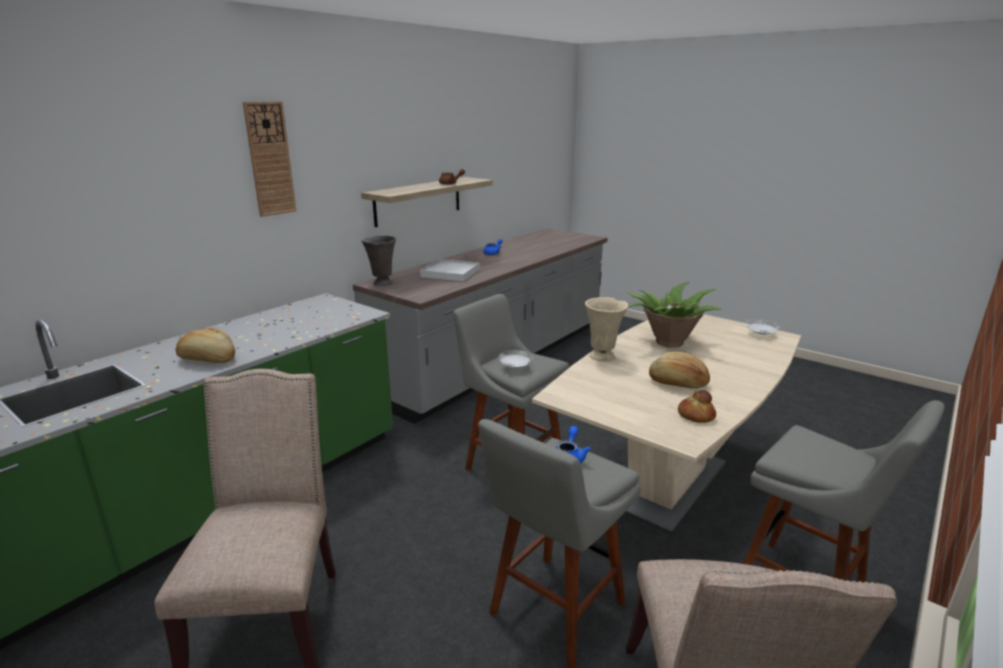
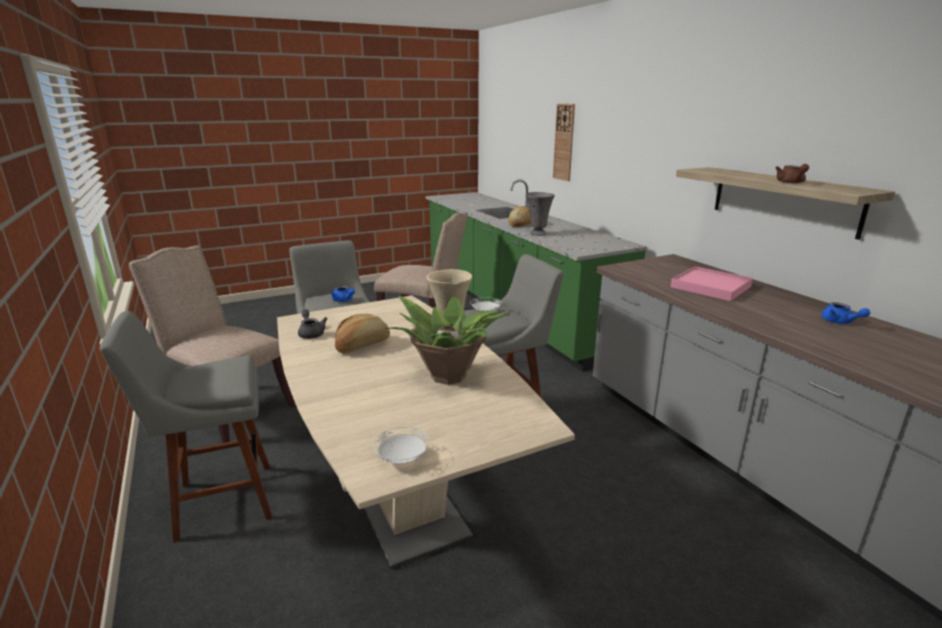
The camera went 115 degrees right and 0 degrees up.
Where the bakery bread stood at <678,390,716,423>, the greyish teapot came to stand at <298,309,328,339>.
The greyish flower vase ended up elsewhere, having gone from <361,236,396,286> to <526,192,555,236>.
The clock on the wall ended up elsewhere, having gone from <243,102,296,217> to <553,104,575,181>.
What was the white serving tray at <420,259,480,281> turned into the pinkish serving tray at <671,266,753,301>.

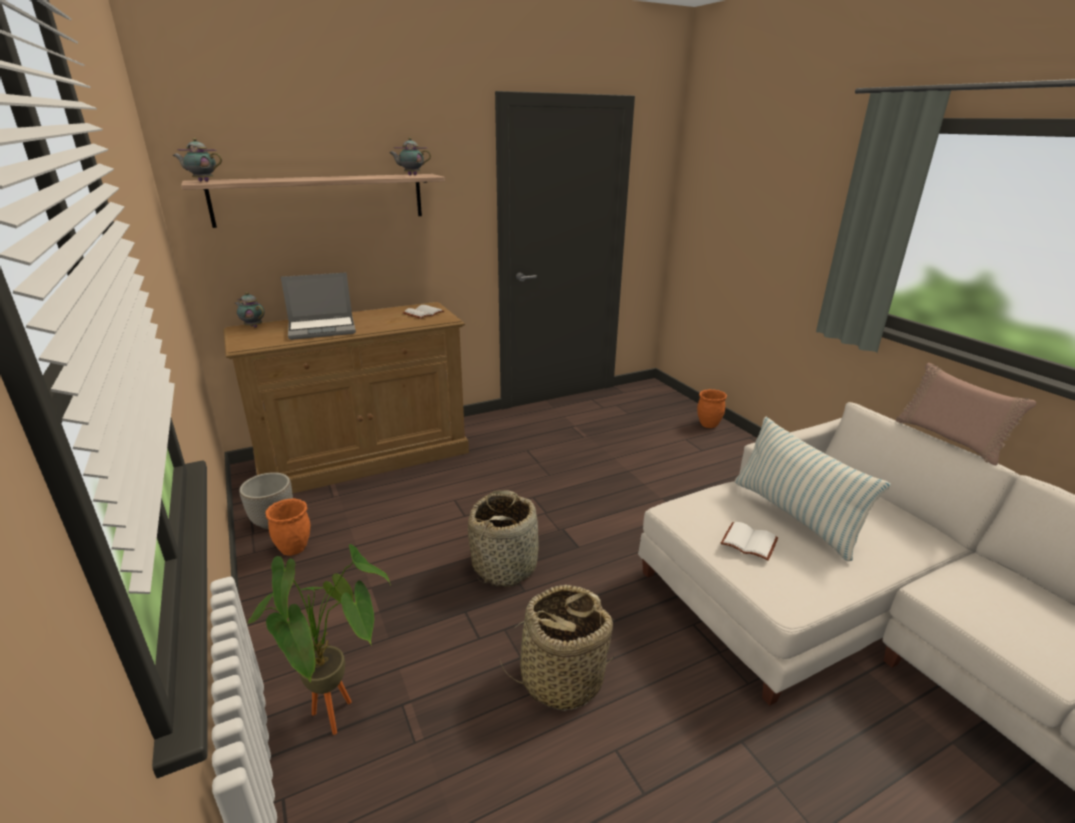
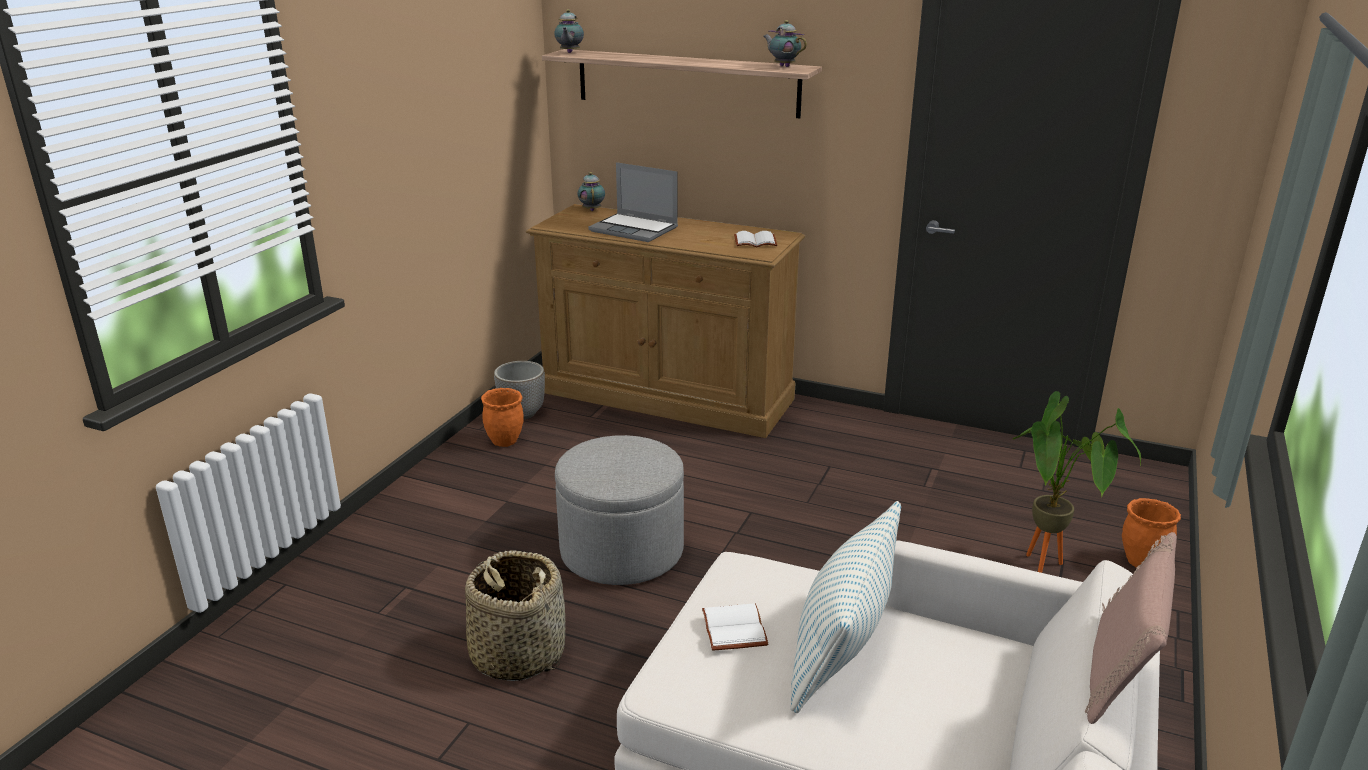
The camera went 50 degrees right and 0 degrees up.
The teapot at <173,138,222,182> ended up facing another way, 135 degrees counterclockwise from before.
Where the household basket stood at <468,490,539,587>, the greyish ottoman came to stand at <555,435,684,585>.
The houseplant ended up elsewhere, having gone from <248,544,391,735> to <1013,391,1141,573>.

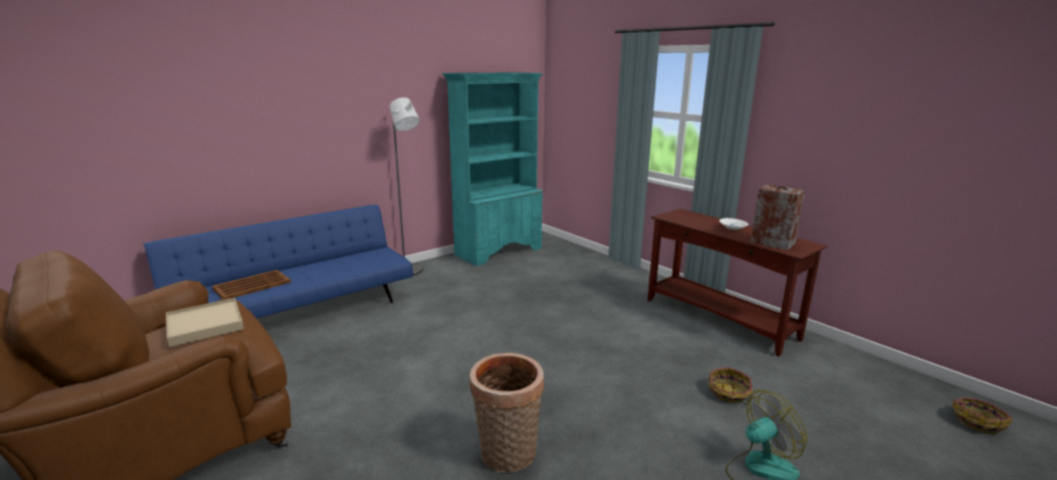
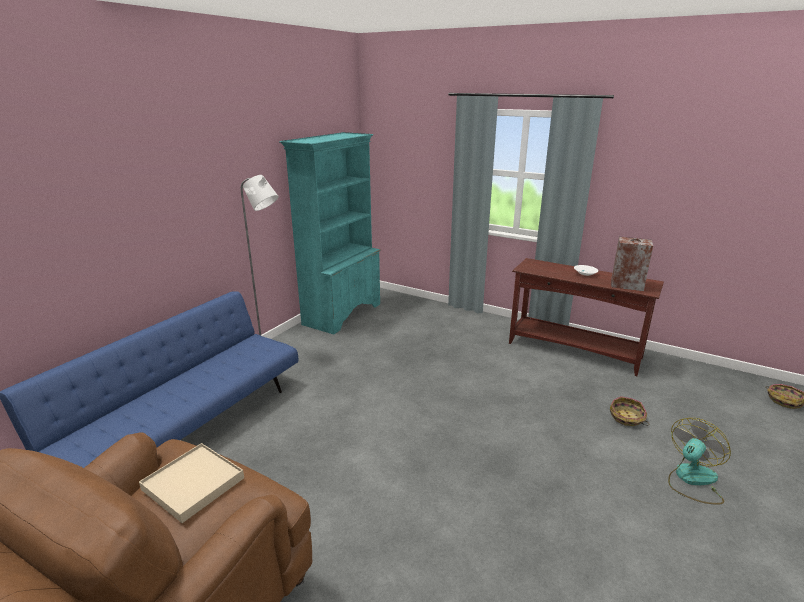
The camera went 20 degrees left and 5 degrees up.
The second view lost the brown-coloured serving tray at <212,270,291,299>.
The second view lost the household basket at <470,353,544,472>.

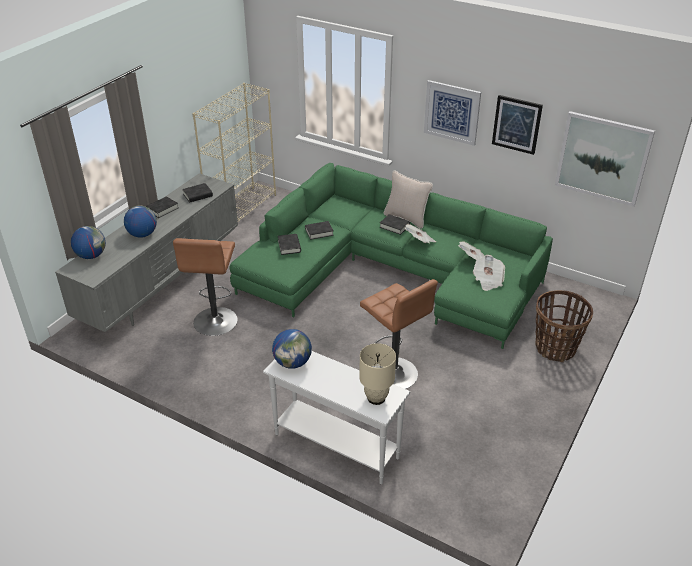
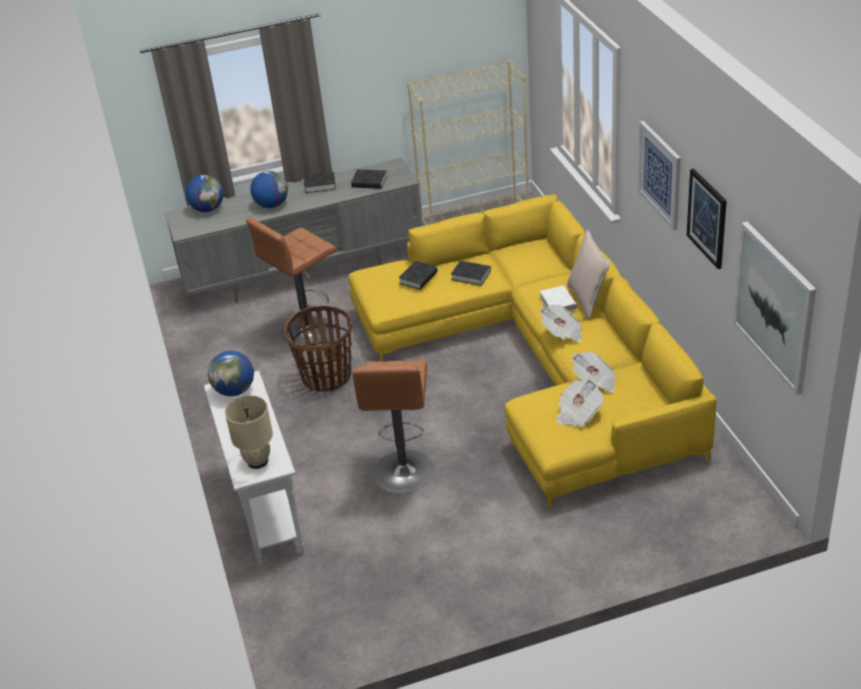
The camera went 45 degrees right and 0 degrees up.
The household basket ended up elsewhere, having gone from <535,290,593,362> to <284,305,353,392>.
What was the green-coloured couch at <229,163,553,349> turned into the yellowish couch at <348,195,717,509>.
What was the blackish book at <379,214,410,235> turned into the white book at <540,285,577,312>.

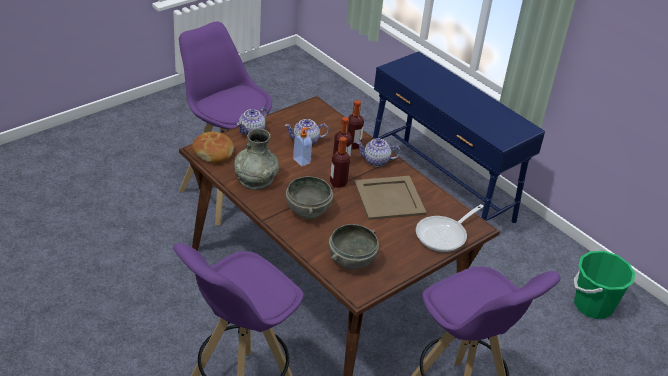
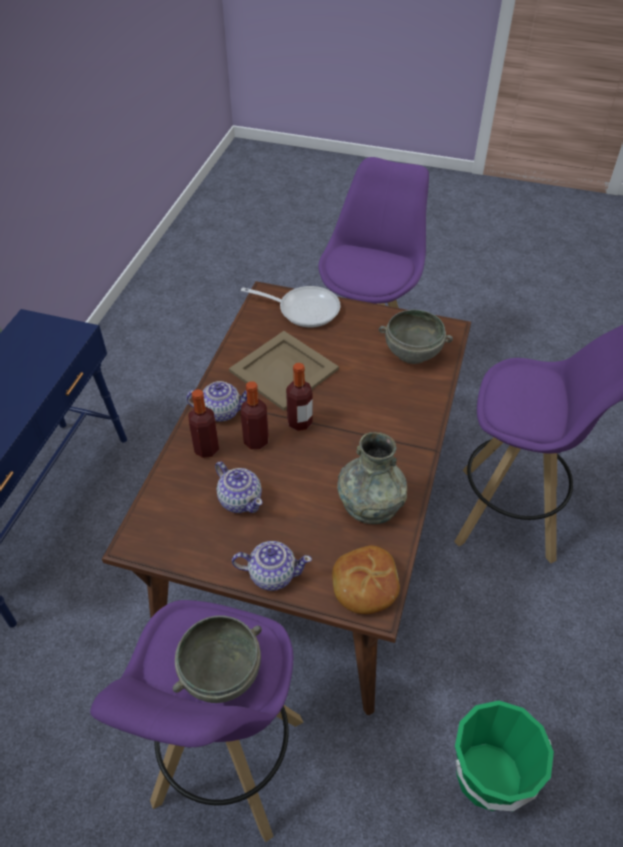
The camera went 120 degrees left and 10 degrees up.
The greyish serving bowl ended up elsewhere, having gone from <286,176,333,219> to <172,615,262,703>.
The teapot at <356,138,401,167> ended up facing another way, 60 degrees counterclockwise from before.
The green-coloured pail ended up elsewhere, having gone from <574,251,635,319> to <455,700,554,811>.
The second view lost the liquid soap bottle at <293,127,312,166>.

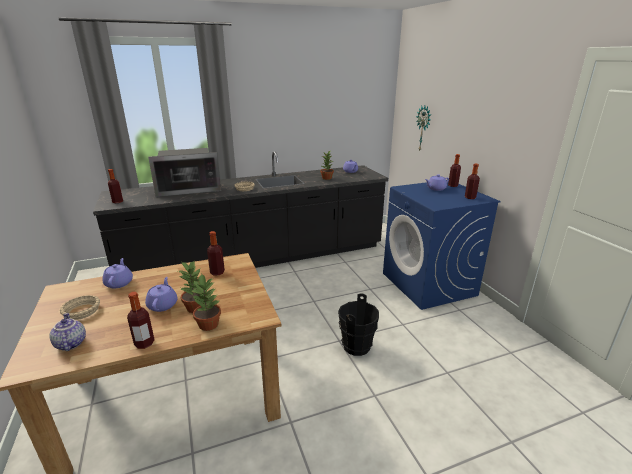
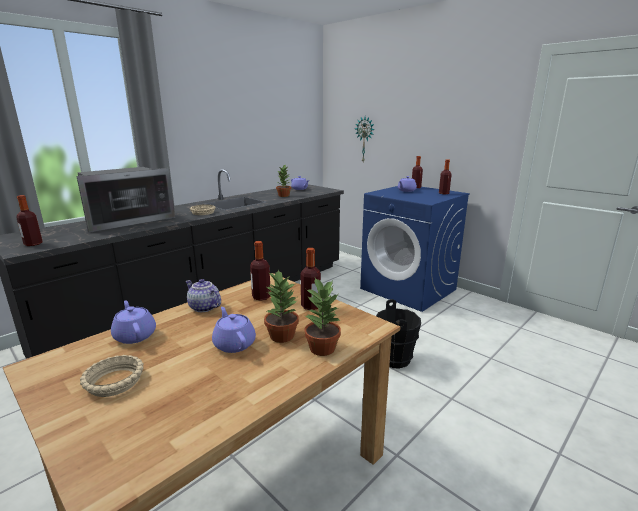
The camera went 25 degrees left and 5 degrees down.
The teapot ended up elsewhere, having gone from <49,313,86,351> to <185,279,221,312>.
The beverage bottle ended up elsewhere, having gone from <127,292,155,349> to <301,248,321,310>.

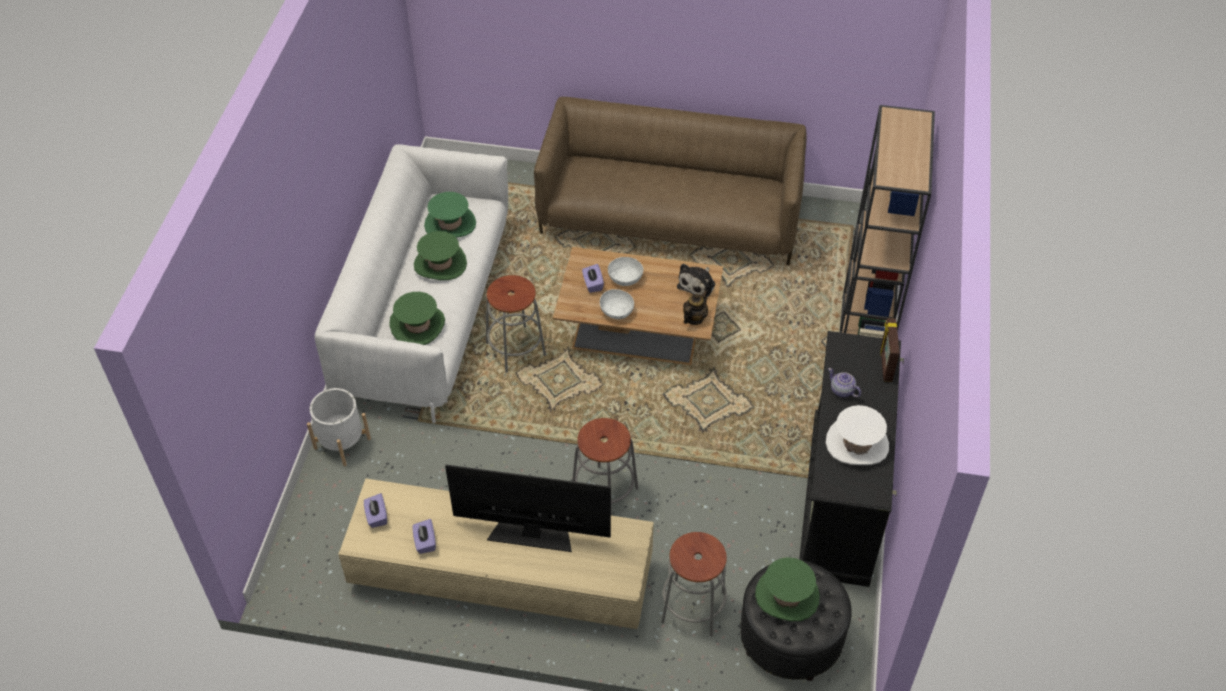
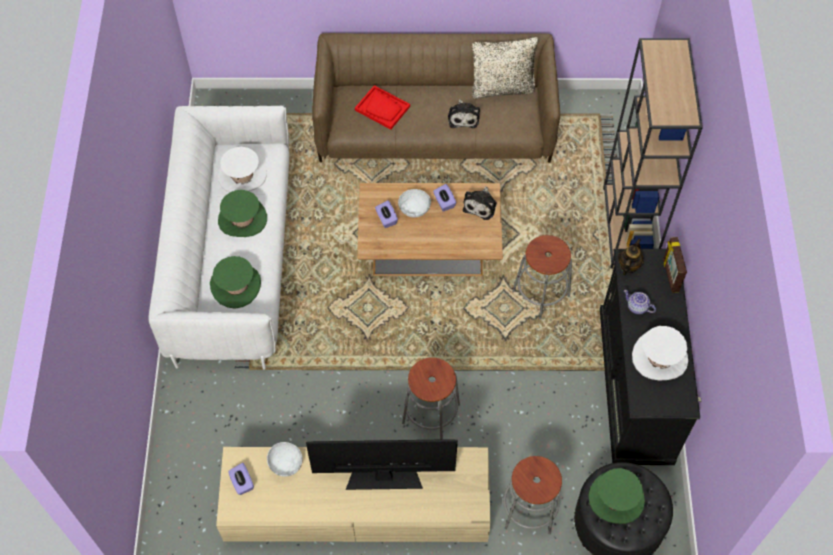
The camera went 10 degrees left and 10 degrees up.
What was the green-coloured clothing hat at <424,192,476,238> turned into the white clothing hat at <218,147,267,192>.
The white serving bowl ended up elsewhere, having gone from <600,289,634,319> to <267,442,302,477>.
The second view gained the reddish serving tray at <355,85,410,130>.
The purplish tissue holder ended up elsewhere, having gone from <413,519,436,554> to <433,184,456,212>.
The second view gained the cuddly toy at <448,99,480,128>.
The second view gained the sand-coloured cushion at <472,37,538,99>.
The greyish stool seat ended up elsewhere, having gone from <486,275,546,373> to <512,235,572,319>.
The teapot ended up elsewhere, having gone from <683,290,708,325> to <618,239,644,275>.
The second view lost the white flower pot at <307,388,371,466>.

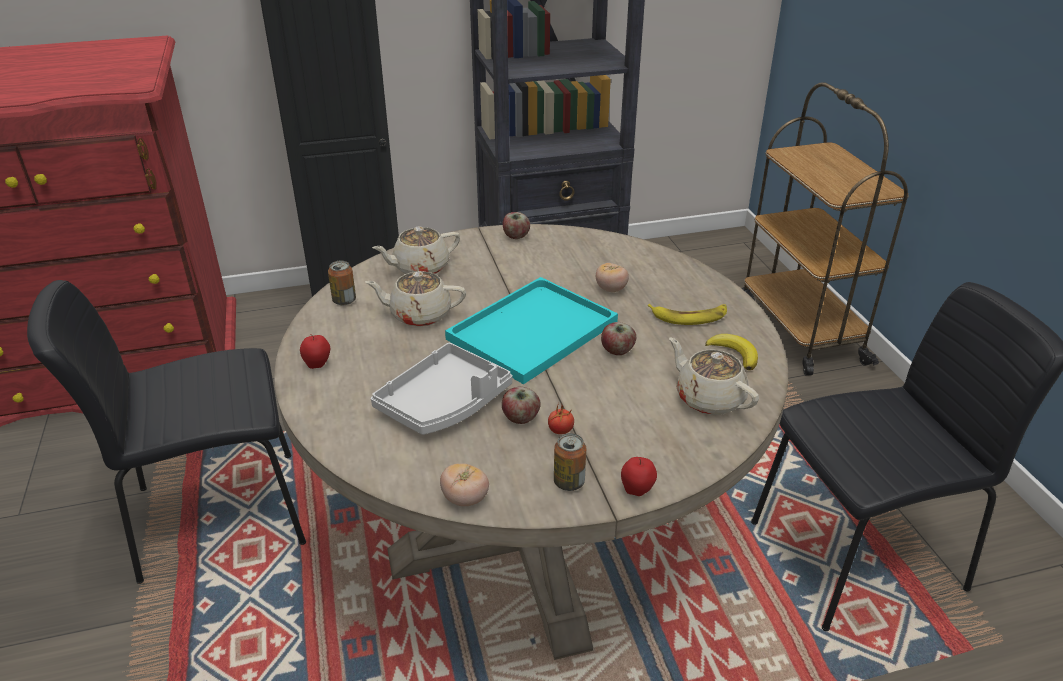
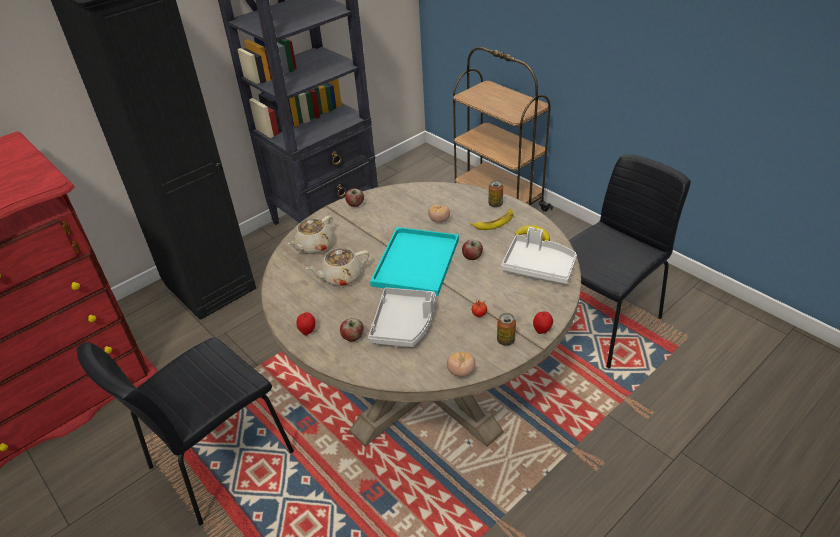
The camera went 25 degrees left and 5 degrees up.
The apple fruit ended up elsewhere, having gone from <502,386,541,424> to <340,318,364,342>.
The metal can ended up elsewhere, having gone from <328,261,356,305> to <489,180,503,208>.
Where the sand-coloured teapot stood at <669,337,759,415>, the white serving tray came to stand at <501,227,577,284>.

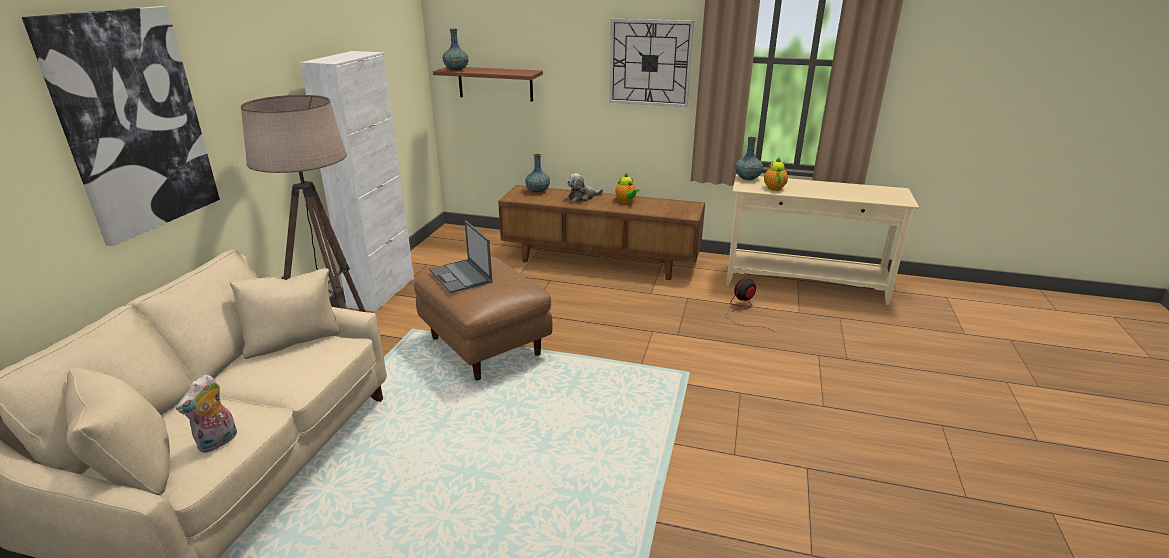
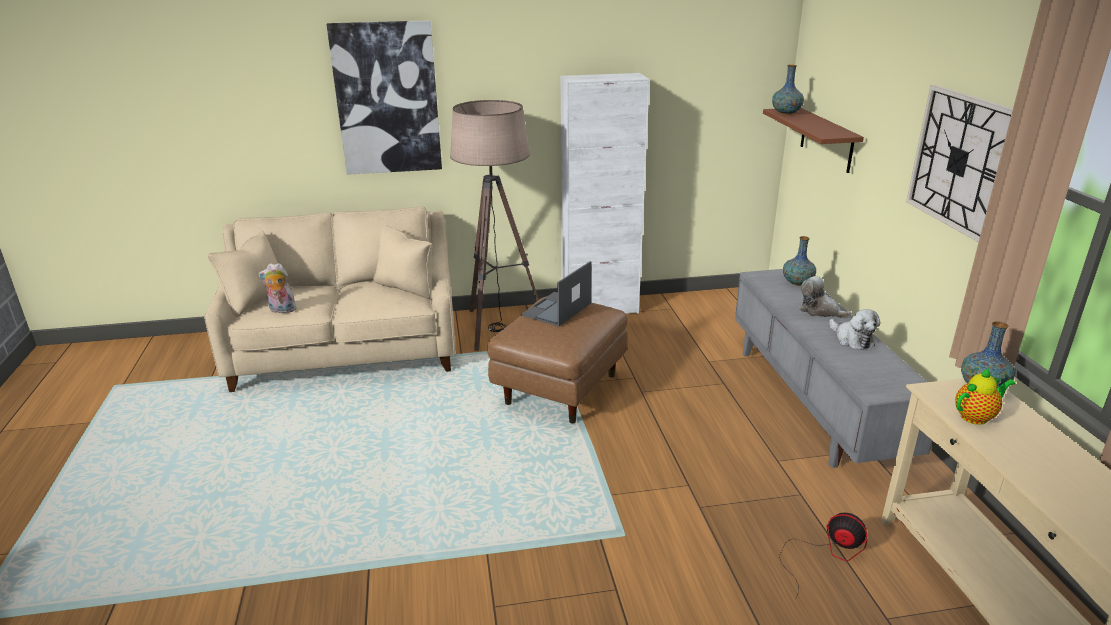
The camera went 65 degrees right and 0 degrees up.
What was the brown-coloured tv unit at <498,185,705,280> turned into the greyish tv unit at <735,269,933,468>.
Where the teapot stood at <615,173,639,203>, the cuddly toy came to stand at <829,309,880,350>.

